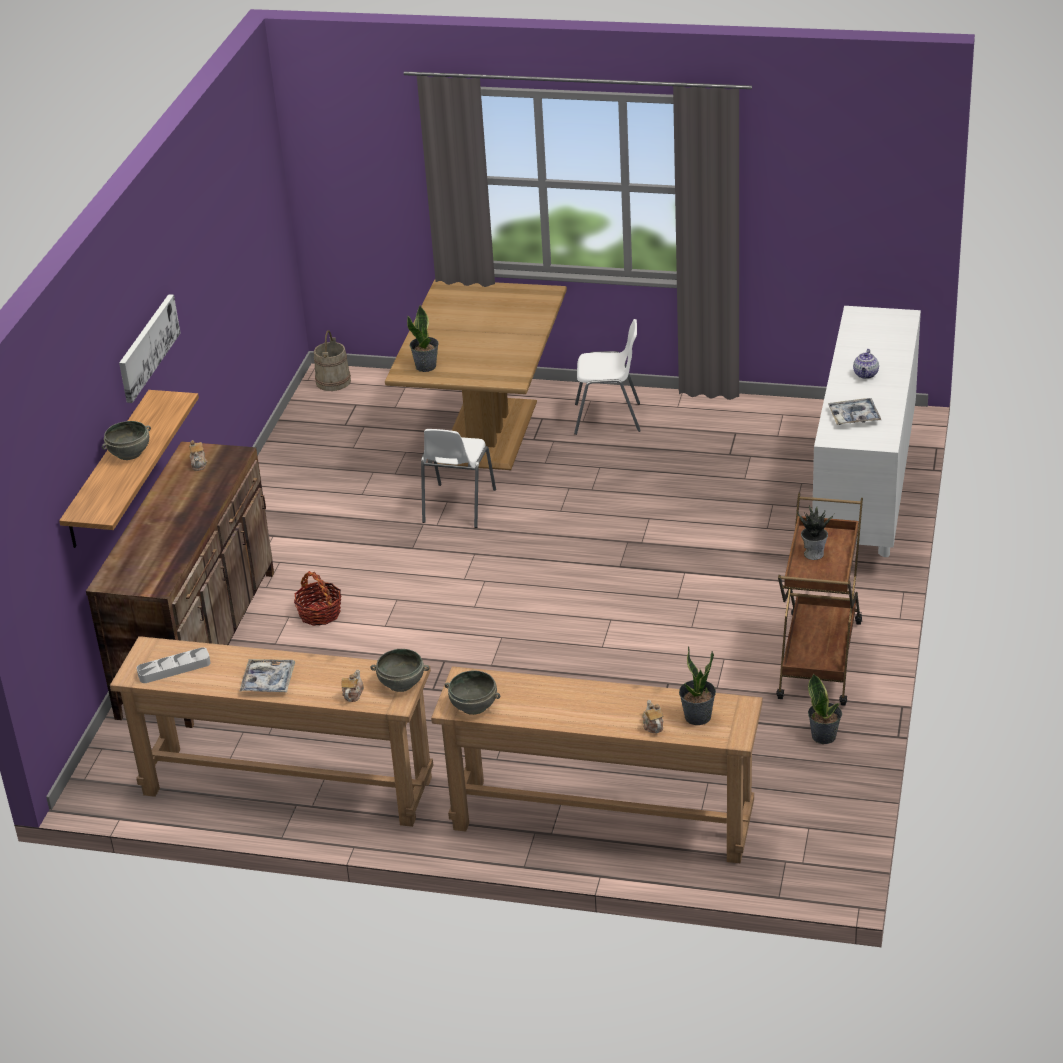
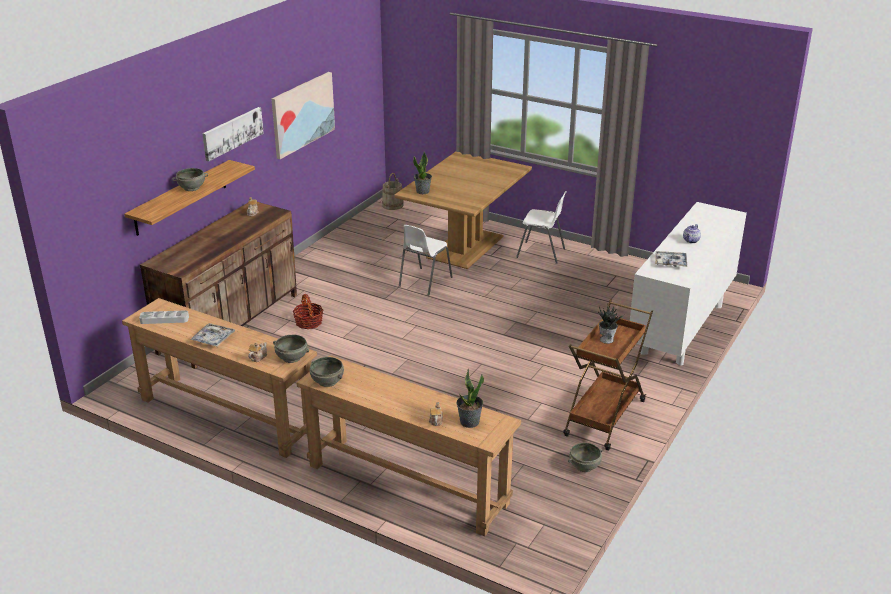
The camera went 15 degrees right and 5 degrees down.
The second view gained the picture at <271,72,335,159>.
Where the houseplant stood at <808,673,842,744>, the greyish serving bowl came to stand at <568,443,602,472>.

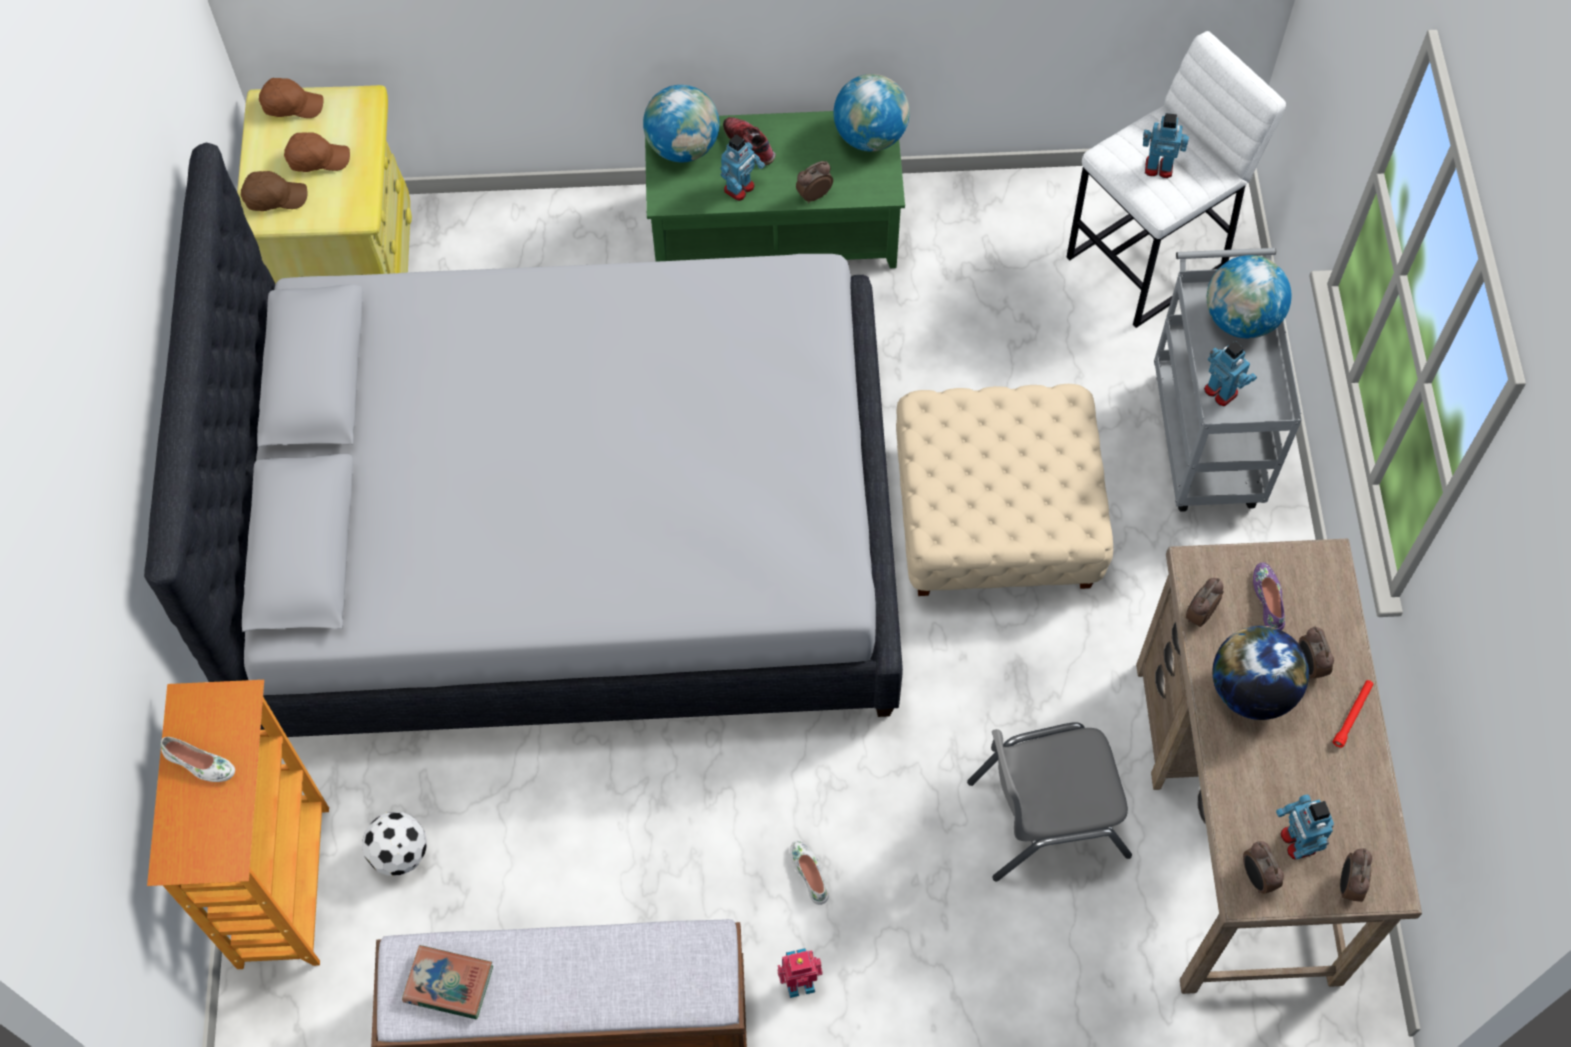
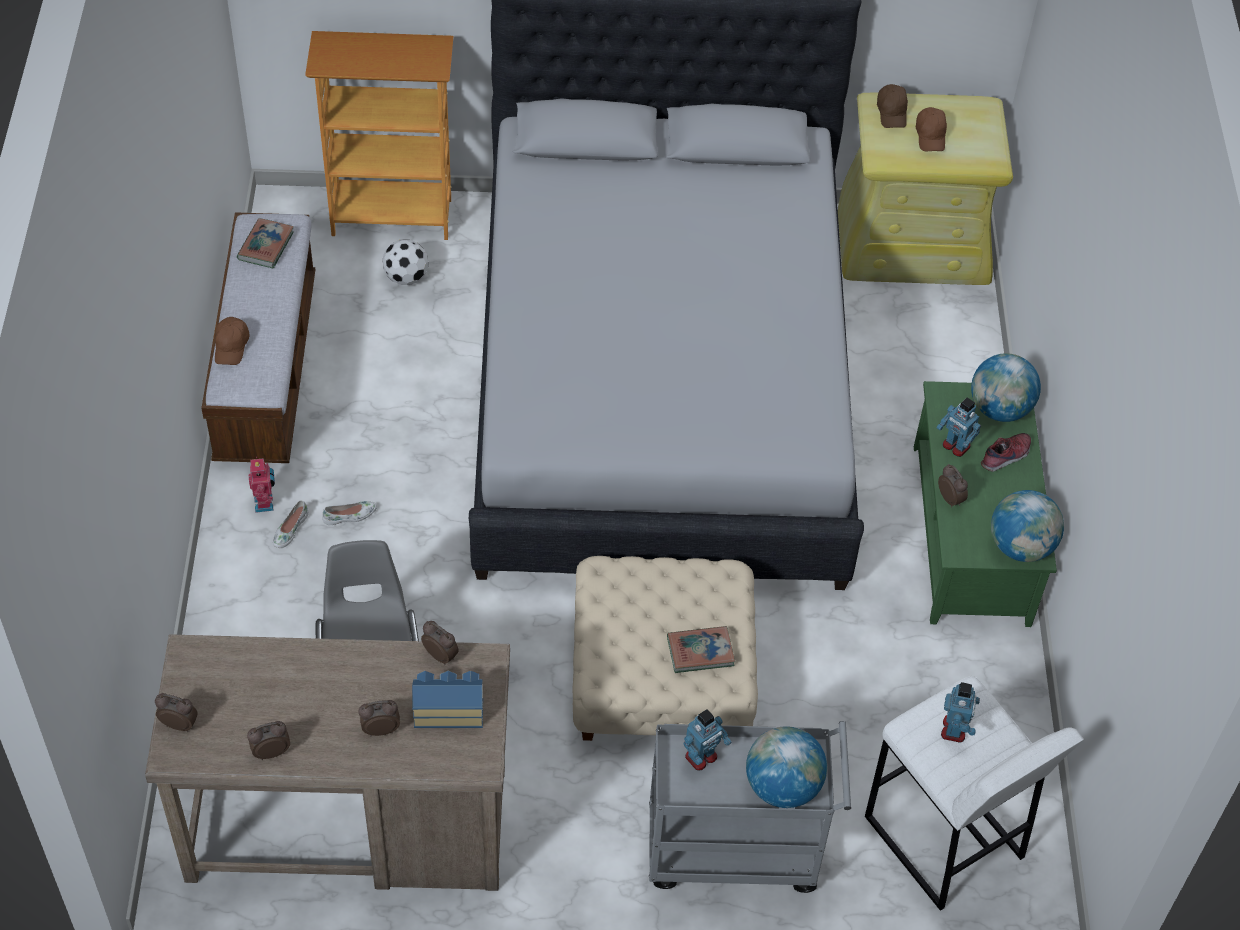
The camera went 90 degrees right and 10 degrees down.
The brown-coloured baseball cap ended up elsewhere, having gone from <259,78,324,118> to <215,317,249,365>.
The bedside clock ended up elsewhere, having gone from <1243,841,1284,894> to <247,721,290,760>.
The white shoe ended up elsewhere, having gone from <160,737,235,782> to <273,500,309,548>.
Where the purplish shoe stood at <1253,562,1285,630>, the toy house came to stand at <412,671,483,728>.
The second view gained the book at <667,626,735,673>.
The second view lost the desk globe at <1212,626,1309,720>.
The second view lost the robot figure at <1276,794,1334,860>.
The second view lost the reddish flashlight at <1333,680,1374,748>.

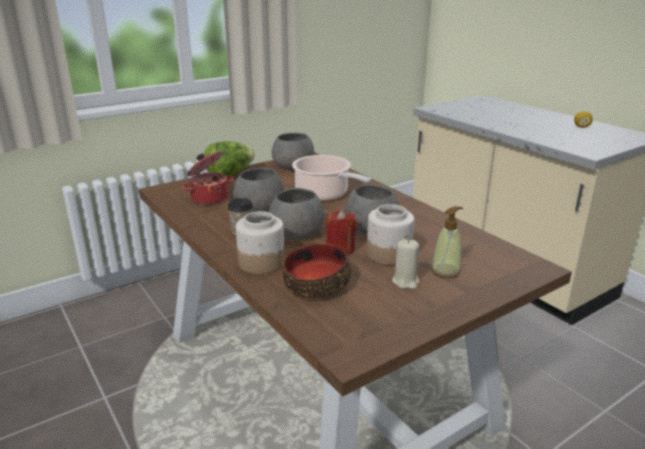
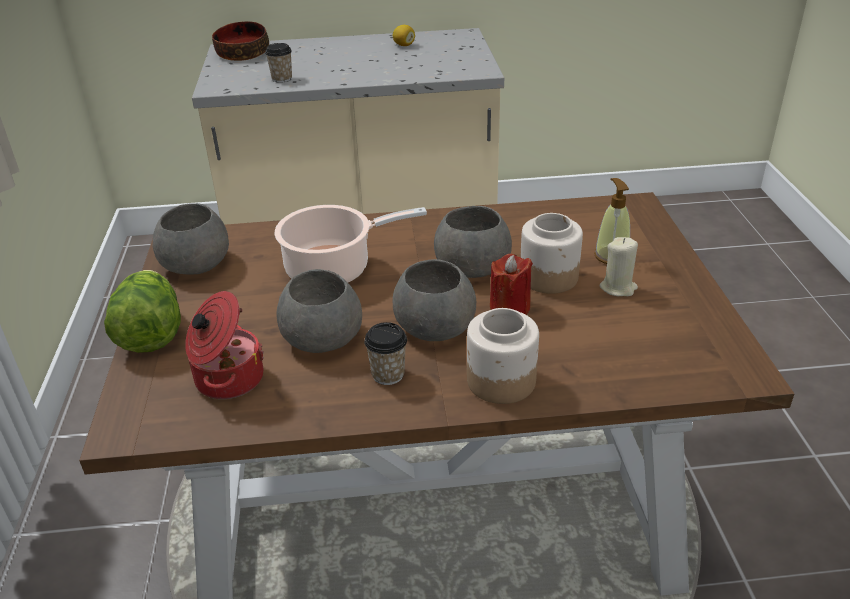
The camera went 60 degrees left and 10 degrees up.
The serving bowl ended up elsewhere, having gone from <283,244,351,298> to <212,21,269,61>.
The second view gained the cup at <265,43,292,83>.

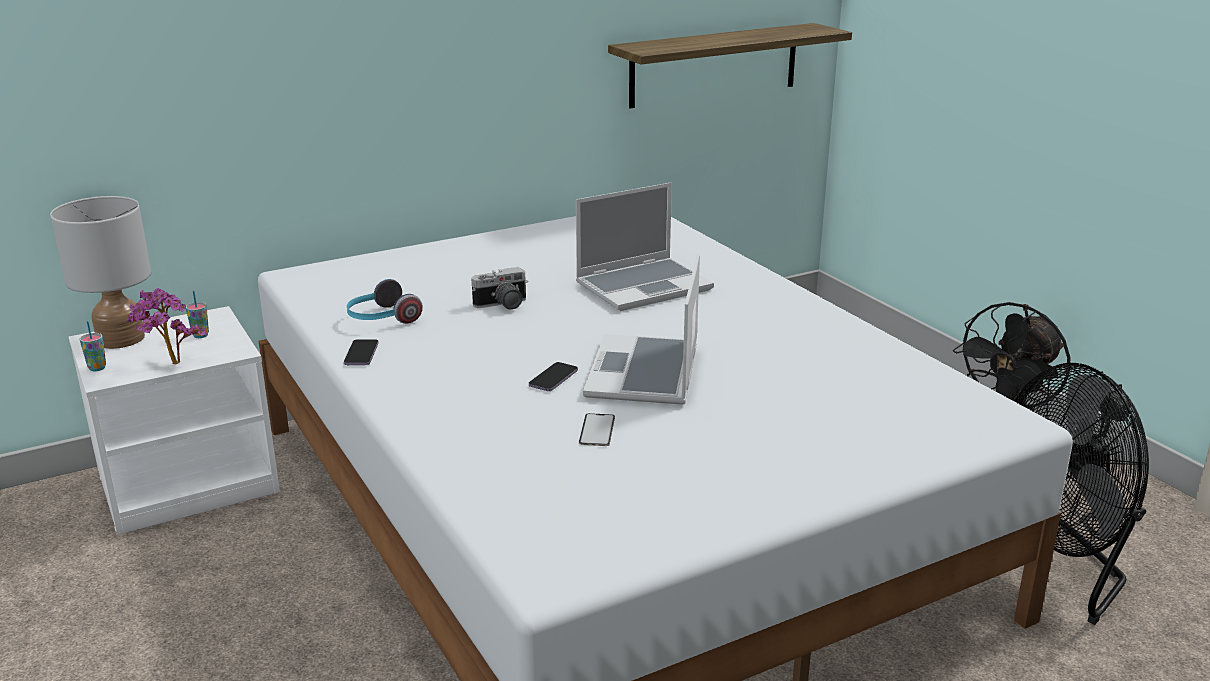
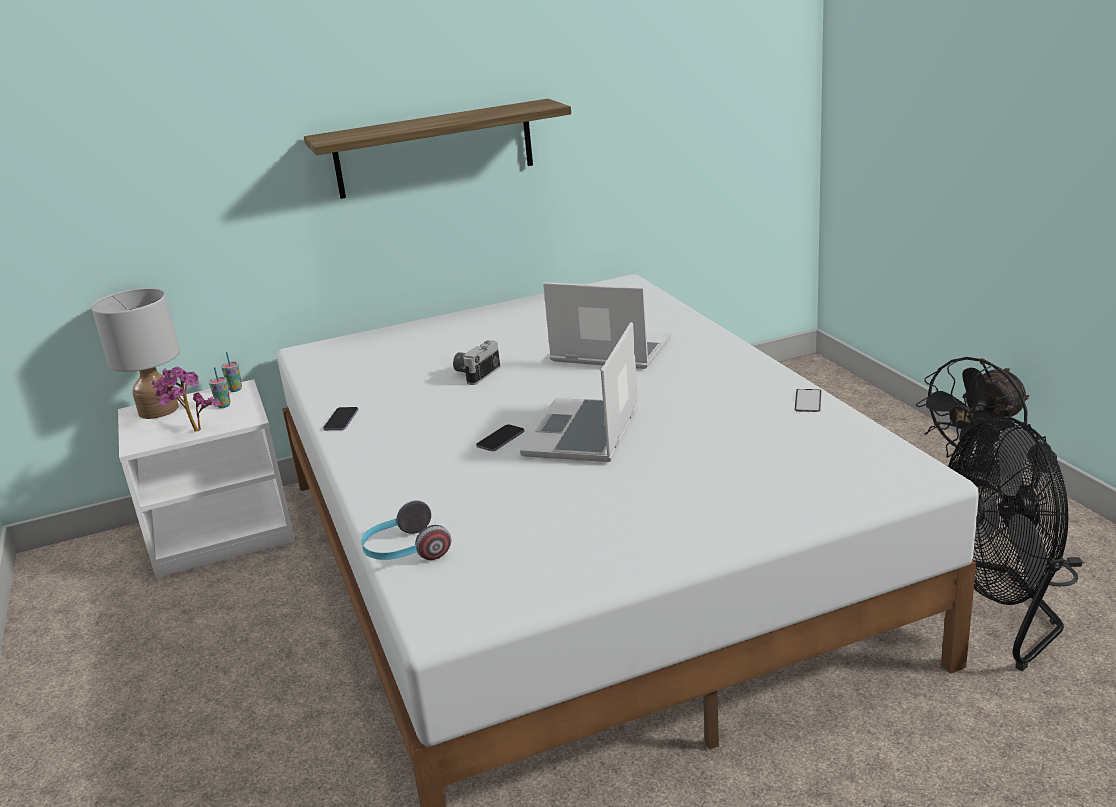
The camera went 10 degrees right and 0 degrees up.
The cup ended up elsewhere, having gone from <79,321,106,371> to <221,352,242,392>.
The wall shelf ended up elsewhere, having gone from <608,23,852,108> to <304,99,571,199>.
The headset ended up elsewhere, having gone from <347,279,423,324> to <361,500,451,560>.
The still camera at <471,267,528,310> ended up facing another way, 135 degrees clockwise from before.
The portable computer at <576,182,714,311> ended up facing another way, 135 degrees counterclockwise from before.
The telephone ended up elsewhere, having gone from <579,413,615,446> to <795,389,821,412>.

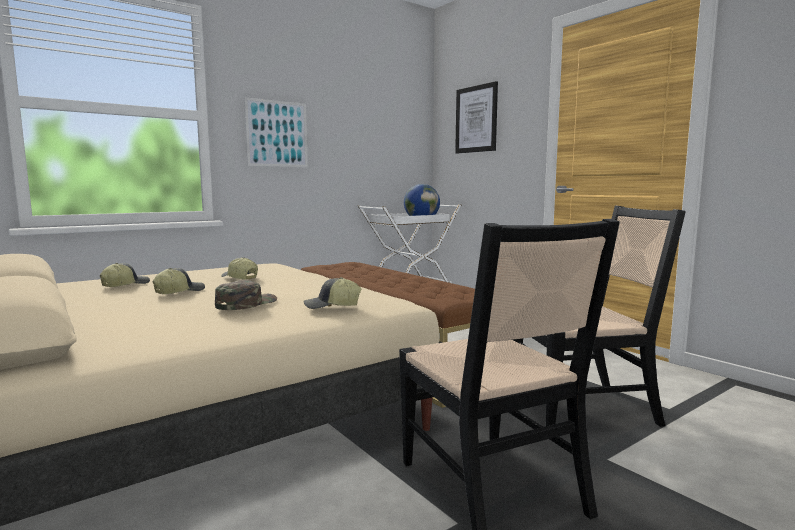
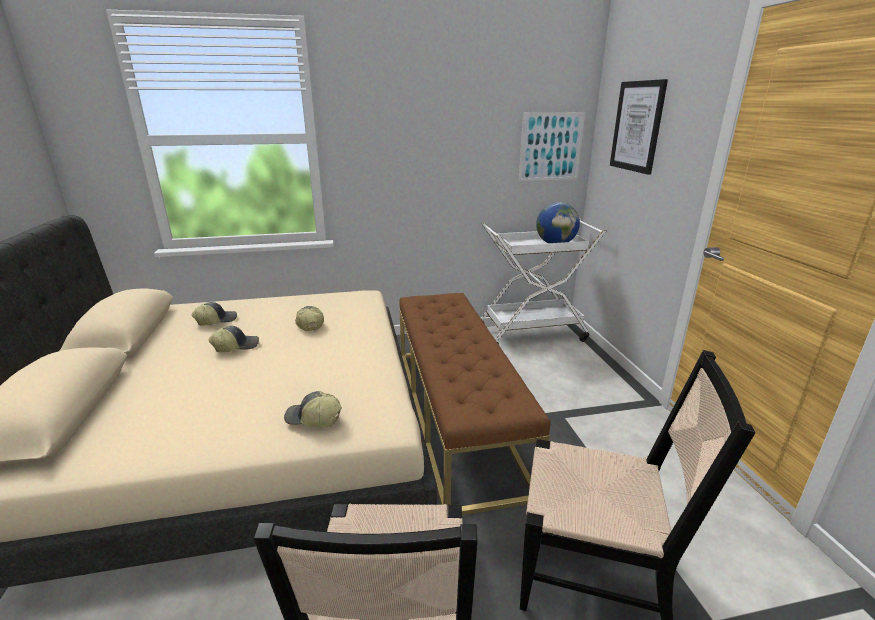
The camera went 25 degrees right and 15 degrees up.
The picture ended up elsewhere, having gone from <244,97,308,167> to <519,112,585,181>.
The second view lost the green-coloured baseball cap at <215,280,277,310>.

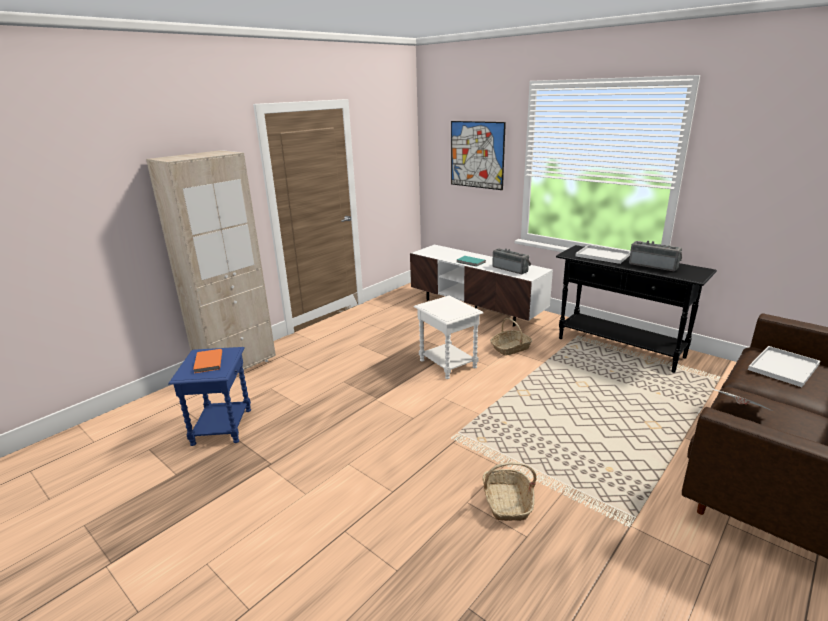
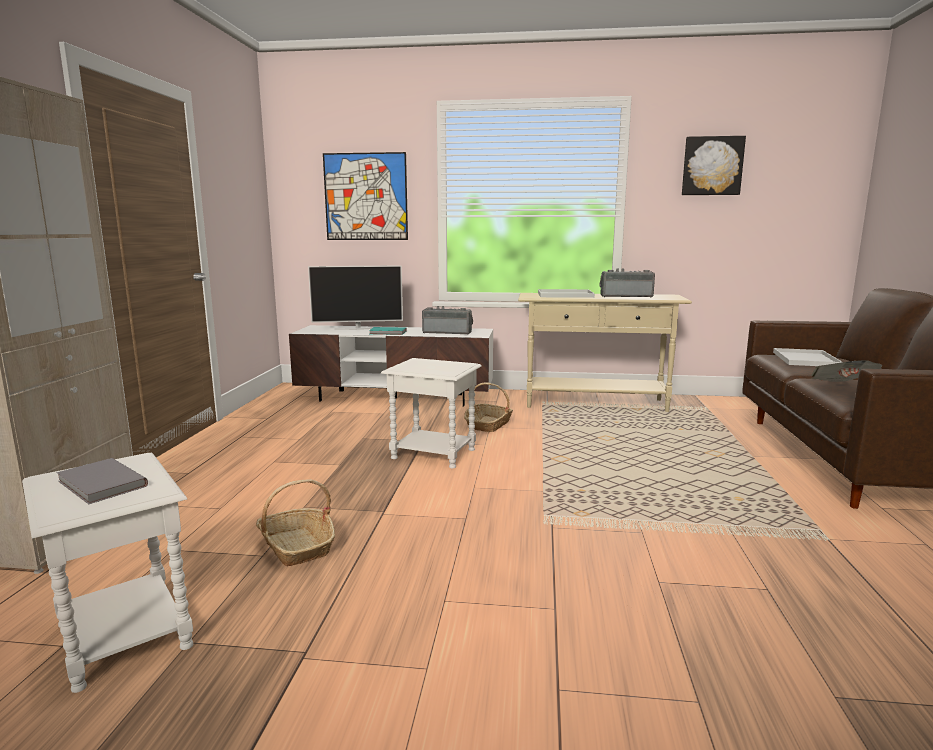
The camera went 35 degrees left and 10 degrees down.
What was the blue-coloured accent table at <168,347,251,446> turned into the white accent table at <22,453,193,693>.
What was the orange-coloured book at <193,349,222,373> turned into the greyish book at <57,458,148,504>.
The household basket ended up elsewhere, having gone from <482,462,536,521> to <256,479,335,566>.
The second view gained the TV set at <308,265,403,330>.
What was the blackish narrow table at <556,245,717,373> turned into the sand-coloured narrow table at <518,293,692,412>.
The second view gained the picture at <682,136,746,195>.

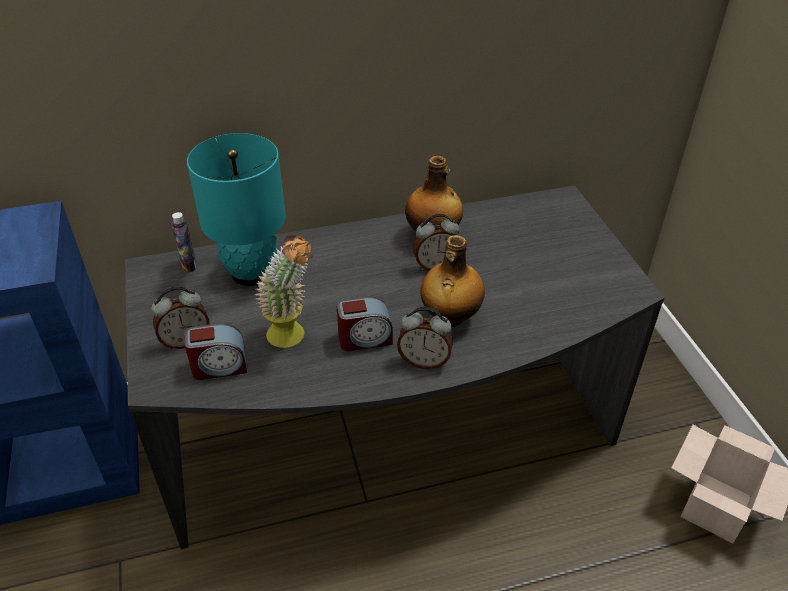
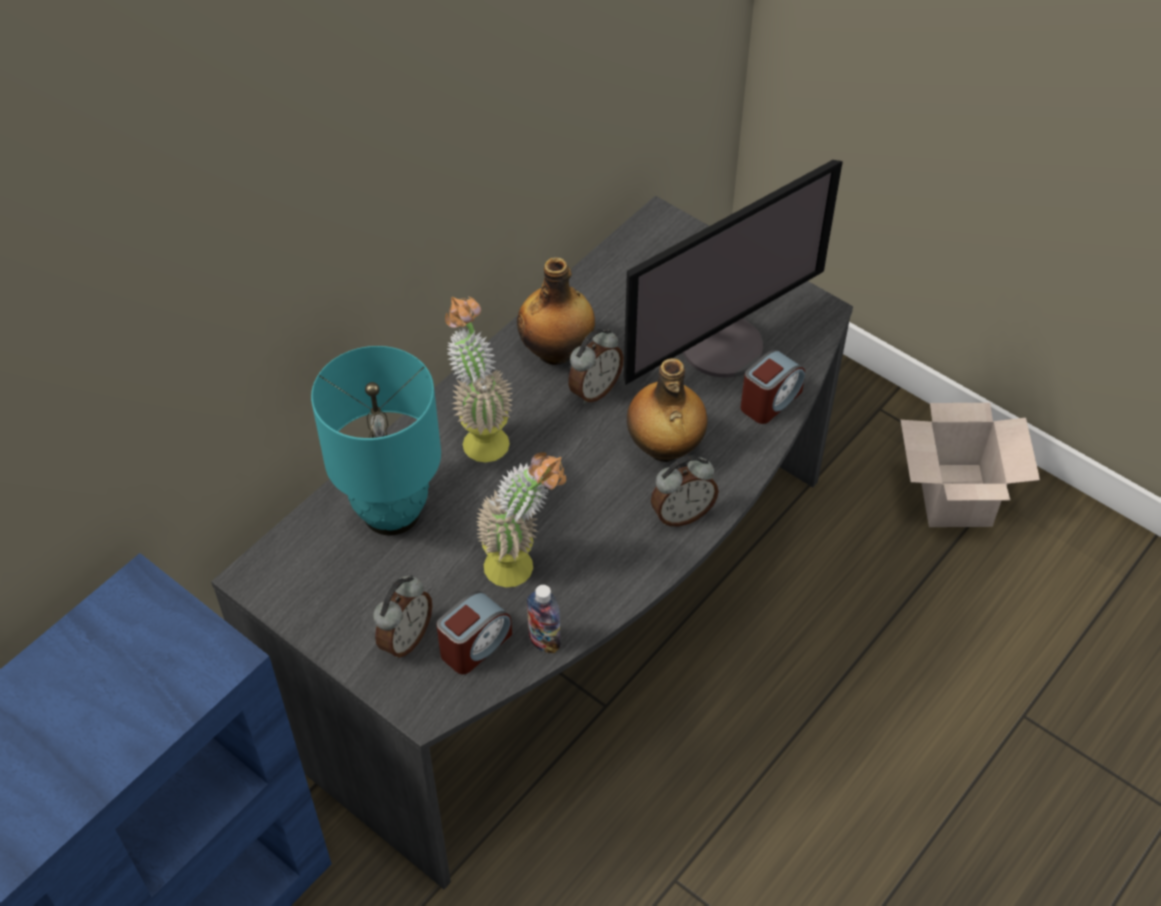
The camera went 35 degrees left and 10 degrees up.
The second view gained the houseplant at <445,297,513,462>.
The beverage bottle ended up elsewhere, having gone from <171,212,197,273> to <527,585,561,653>.
The second view gained the monitor at <624,160,843,385>.
The bedside clock ended up elsewhere, having gone from <337,296,393,351> to <741,350,805,424>.

